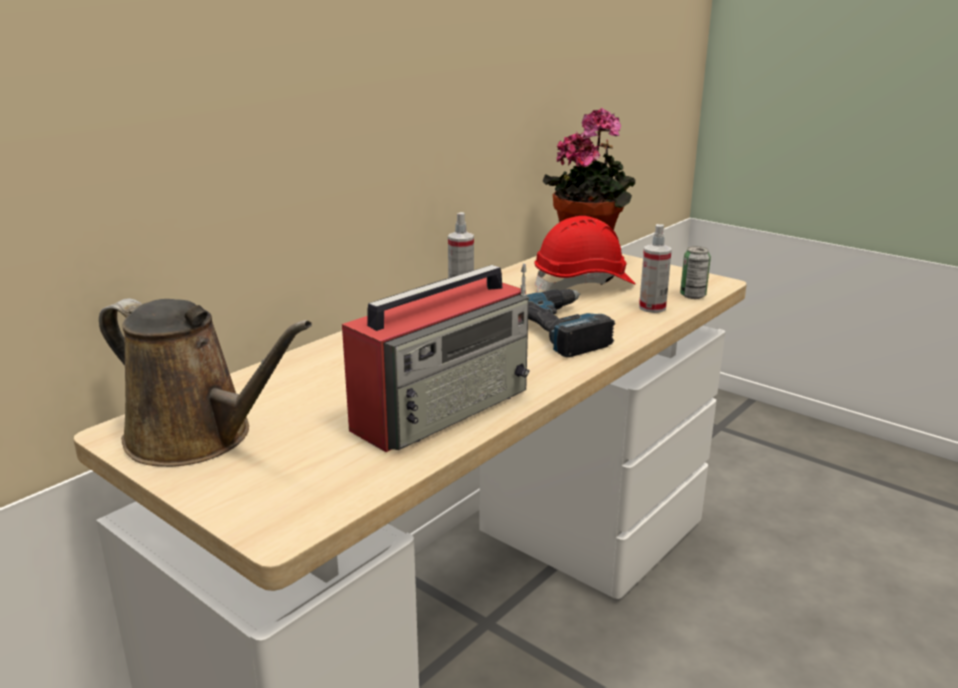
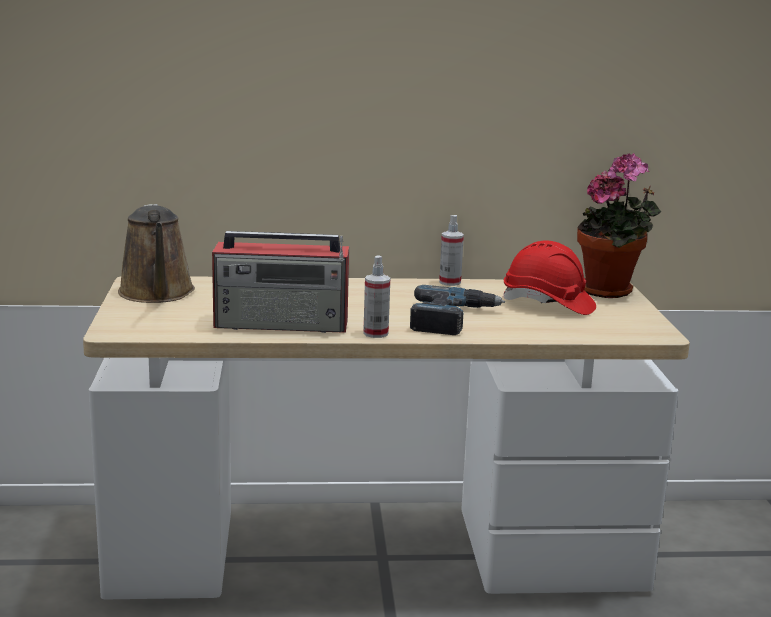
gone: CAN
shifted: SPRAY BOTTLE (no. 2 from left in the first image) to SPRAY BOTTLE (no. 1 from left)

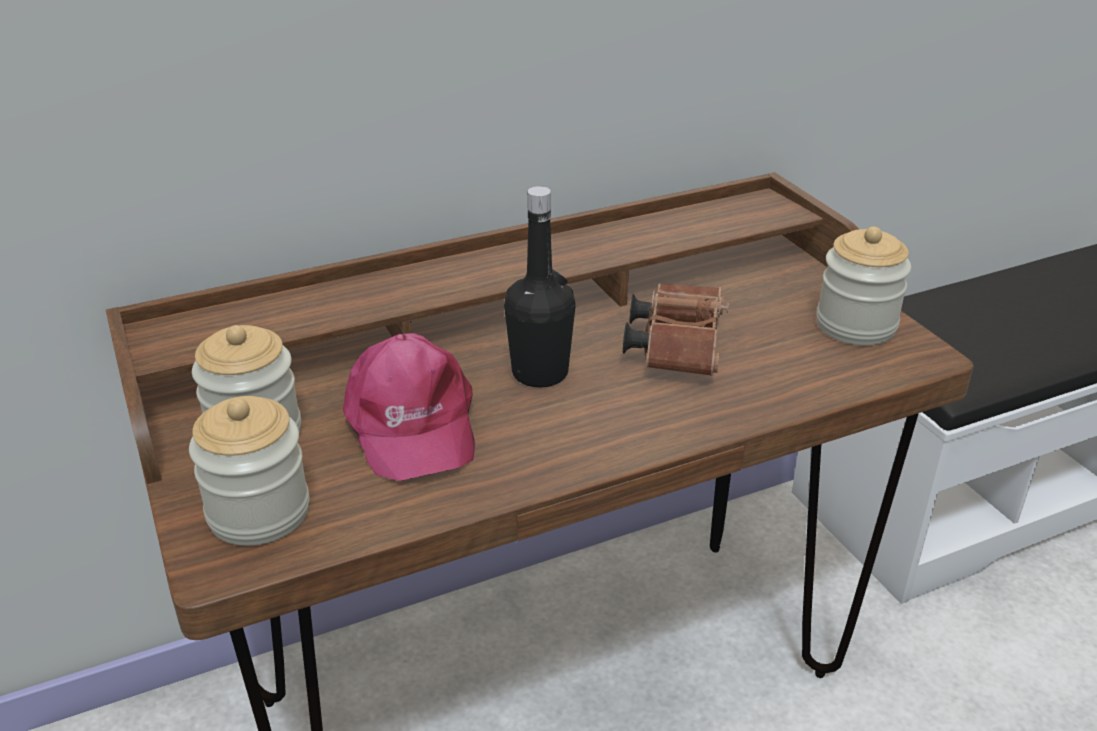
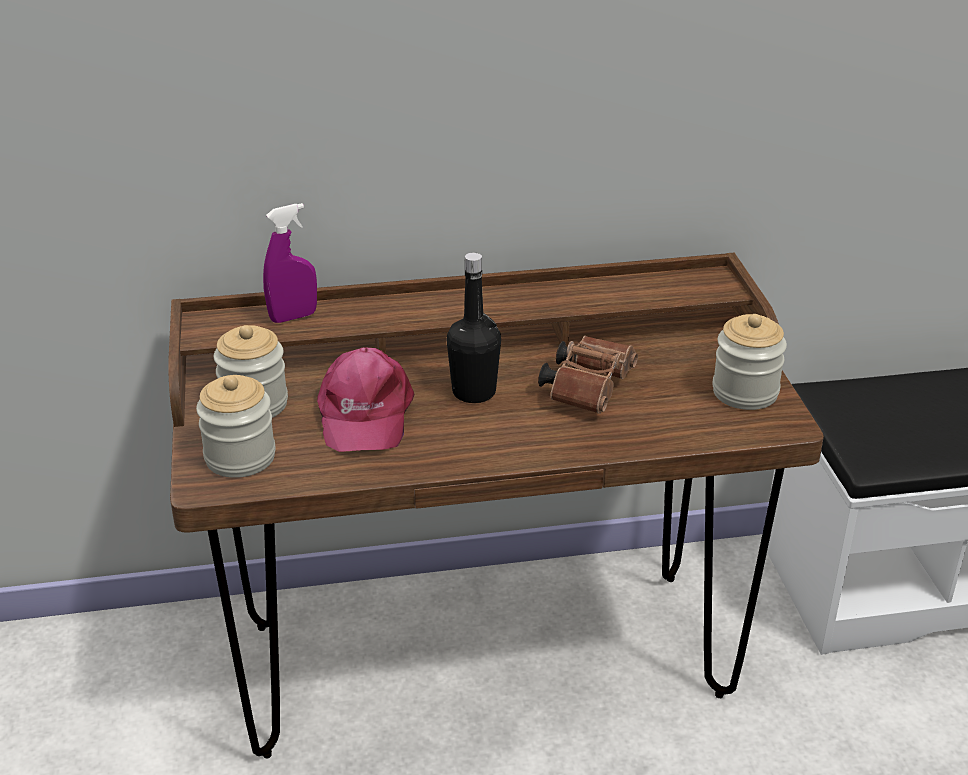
new: PURPLE SPRAY BOTTLE

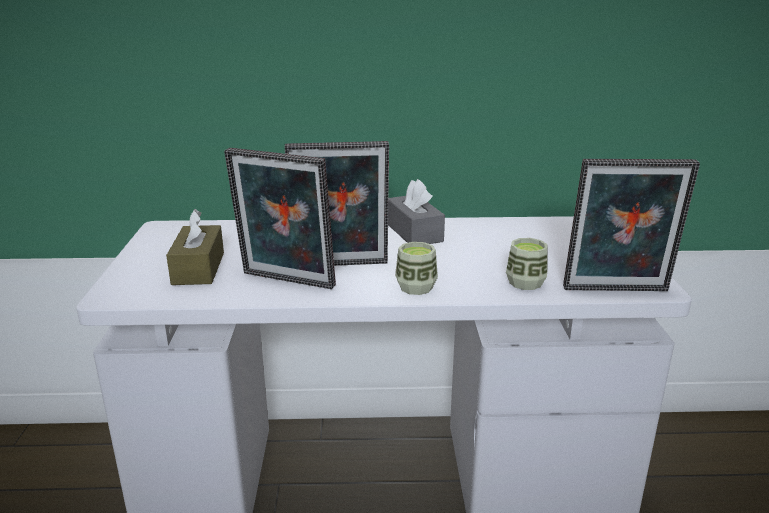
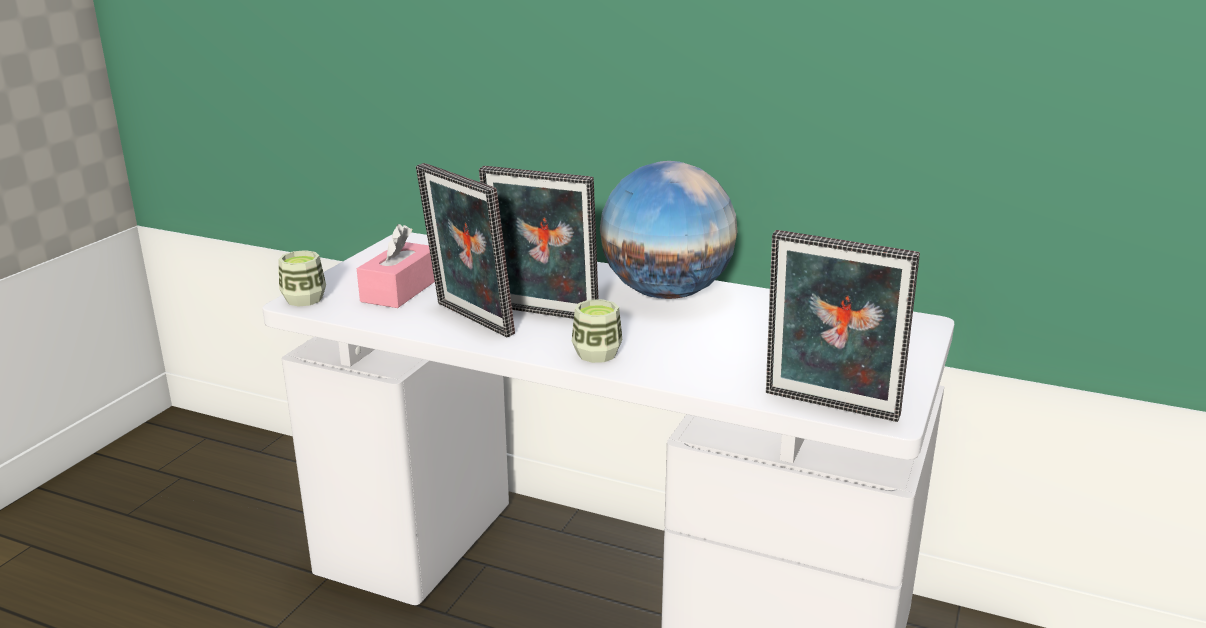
shifted: CUP (no. 2 from left in the first image) to CUP (no. 1 from left)
swapped: GREY TISSUE BOX to GLOBE
repainted: BROWN TISSUE BOX to PINK TISSUE BOX

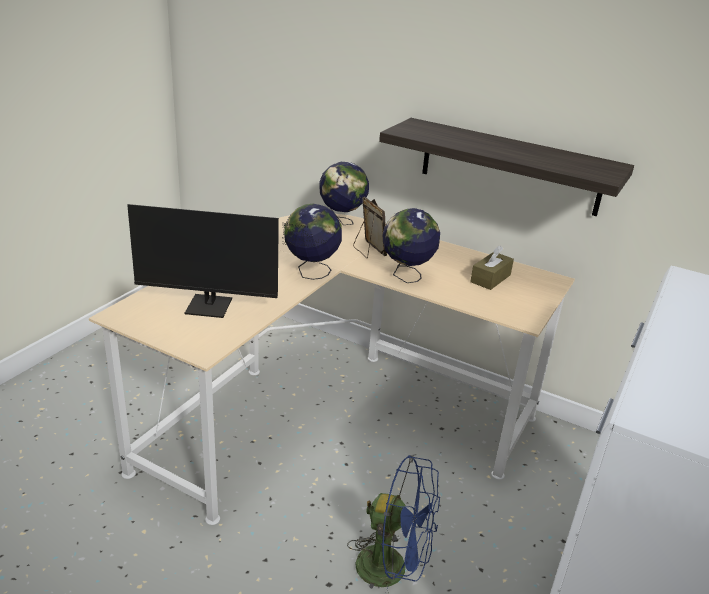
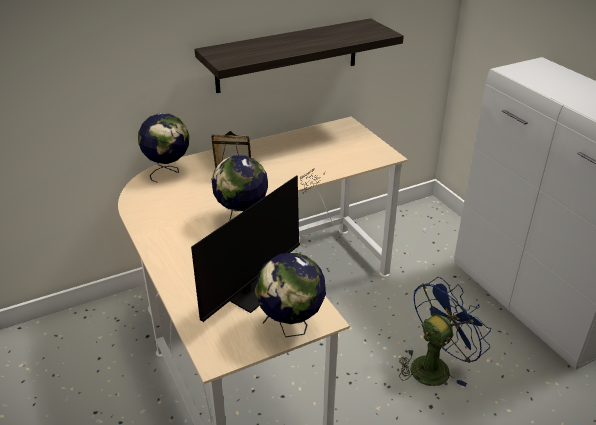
gone: BROWN TISSUE BOX
shifted: GLOBE (no. 3 from left)

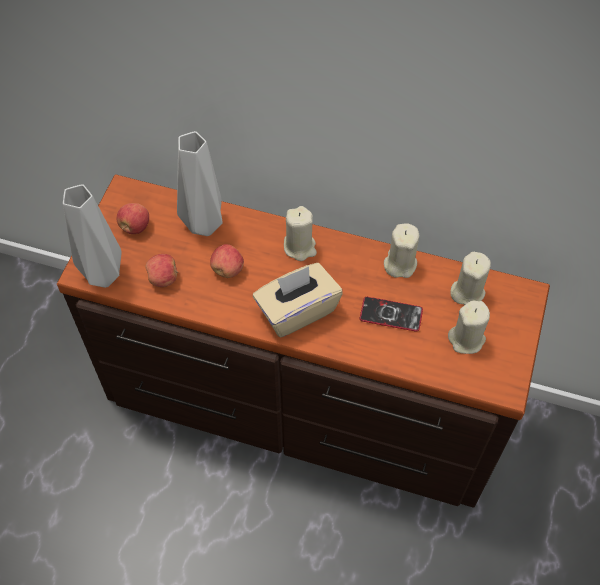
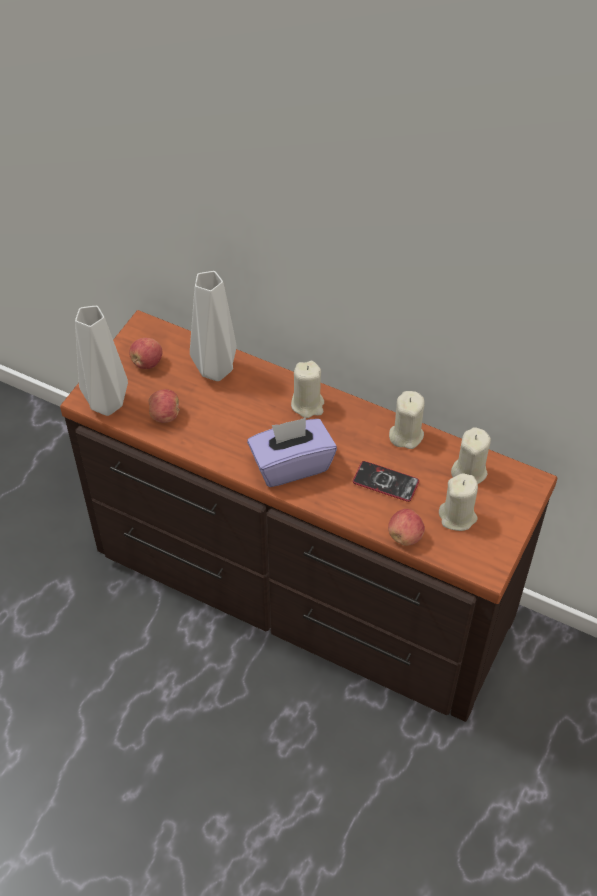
shifted: APPLE (no. 3 from left)
repainted: BEIGE TISSUE BOX to PURPLE TISSUE BOX

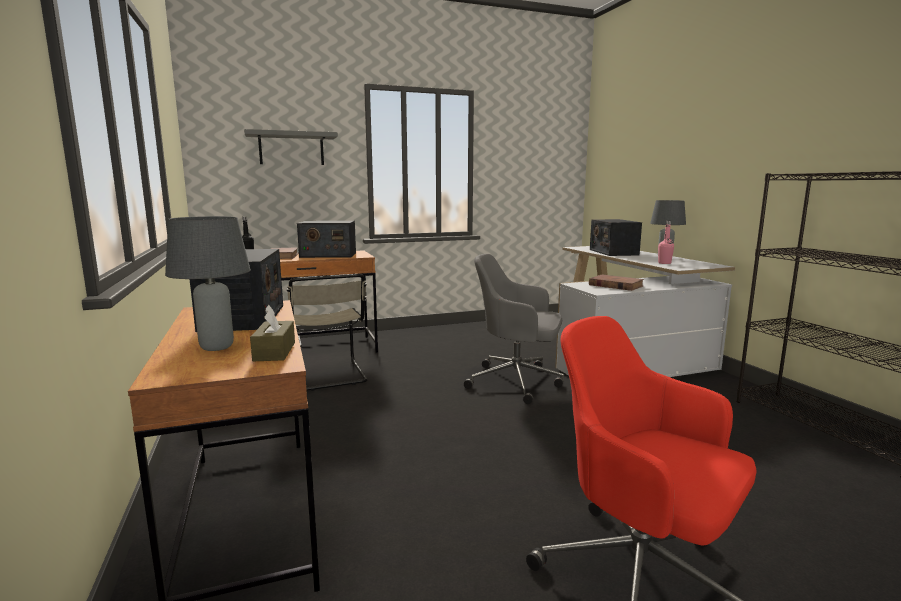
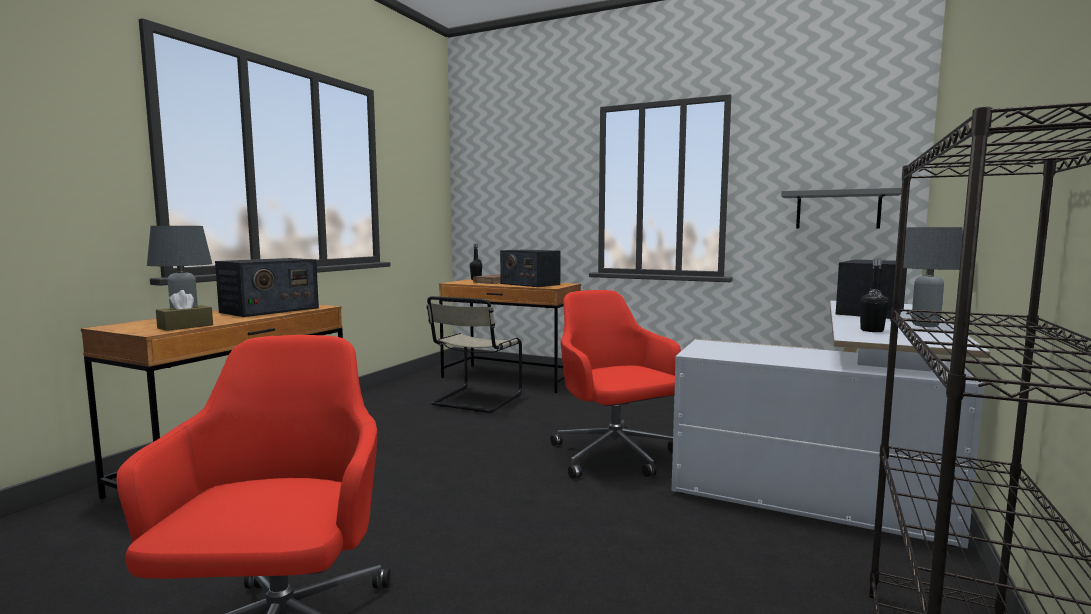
gone: BROWN BOOK (no. 2 from left)
shifted: GREY SHELF
repainted: PINK BOTTLE to BLACK BOTTLE (no. 2 from left); GREY OFFICE CHAIR to RED OFFICE CHAIR (no. 2 from left)

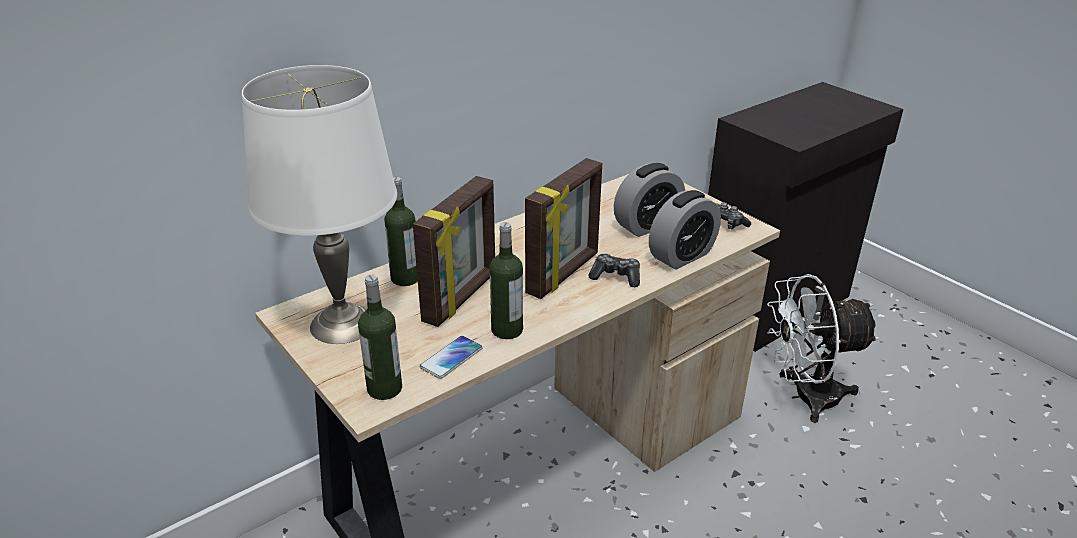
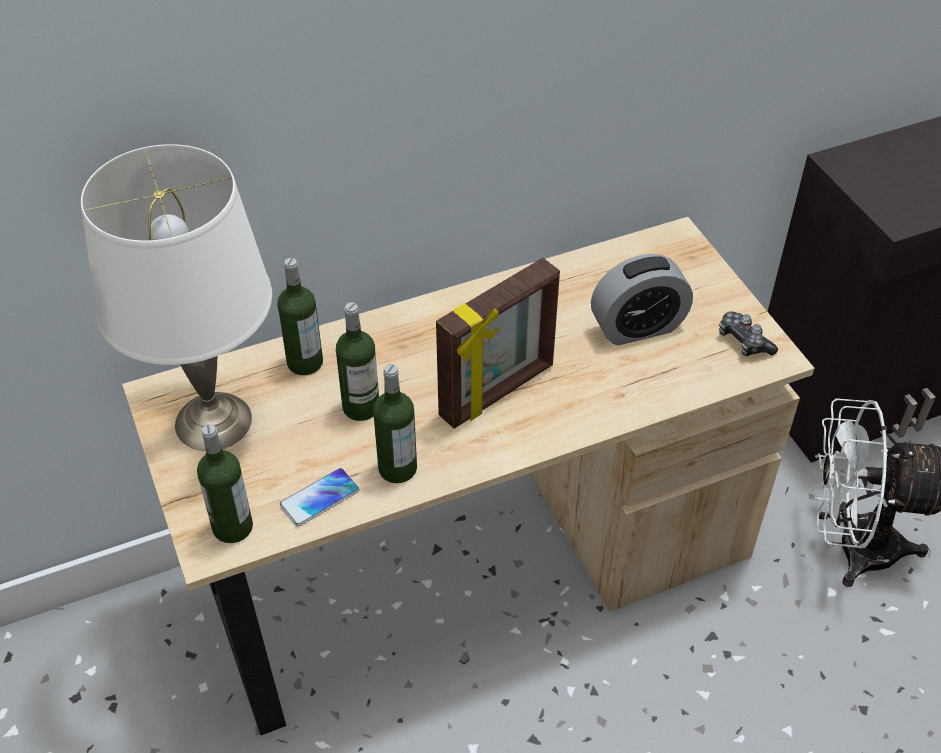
gone: ALARM CLOCK (no. 2 from left); GAME CONTROLLER (no. 1 from left)
swapped: PICTURE FRAME (no. 1 from left) to BOTTLE (no. 3 from left)

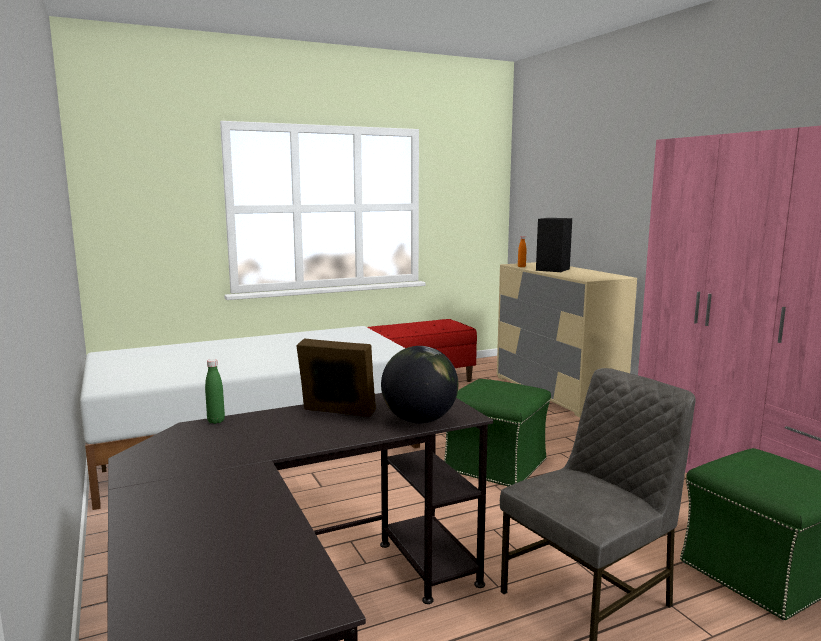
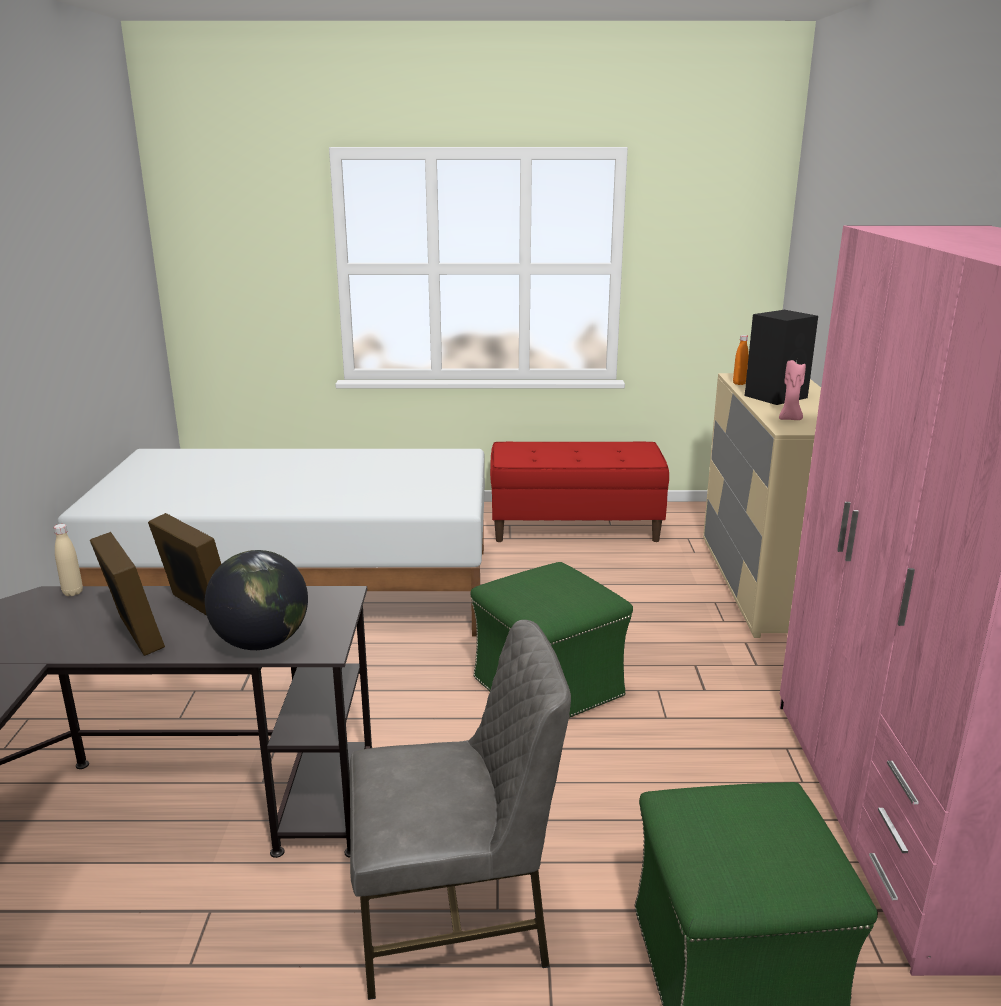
new: PINK CANDLE; PICTURE FRAME (no. 1 from left)
repainted: GREEN BOTTLE to BEIGE BOTTLE

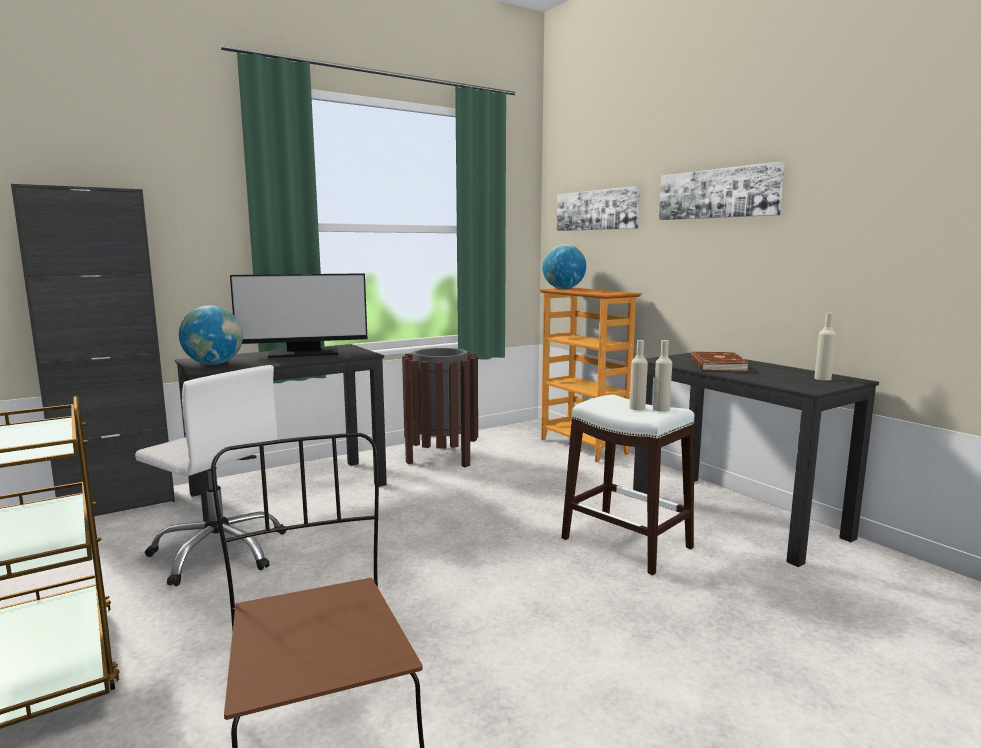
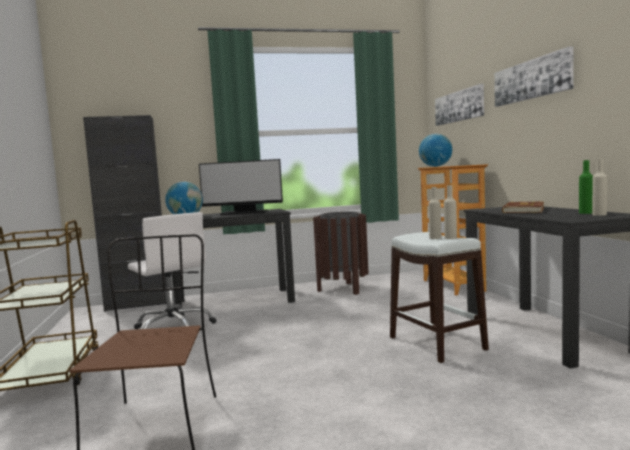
new: GREEN BOTTLE

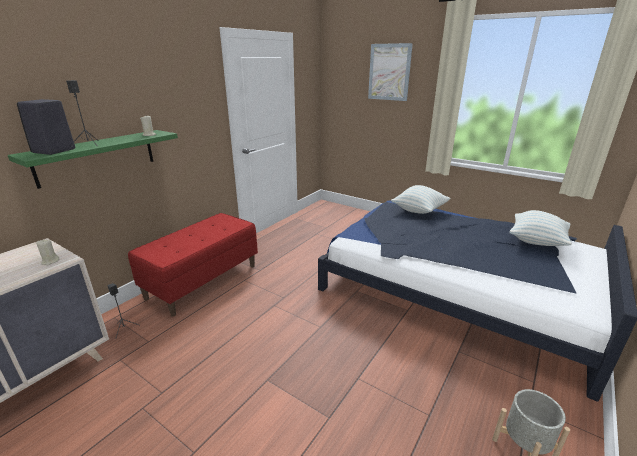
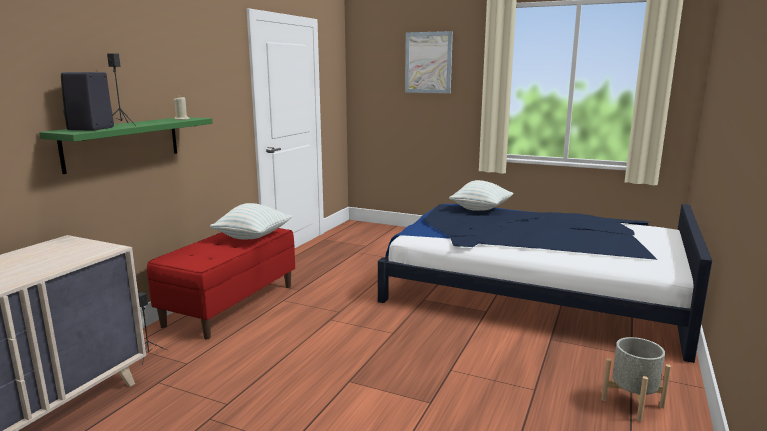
gone: BEIGE CANDLE (no. 1 from left)
shifted: PILLOW (no. 2 from left in the first image) to PILLOW (no. 1 from left)

